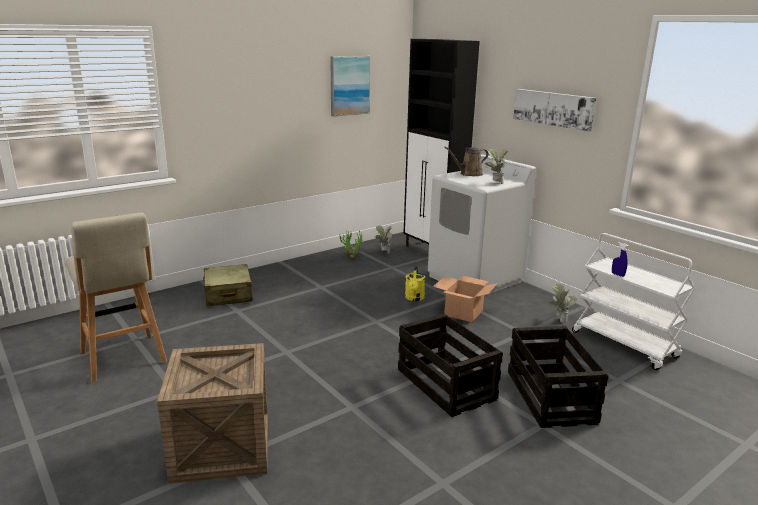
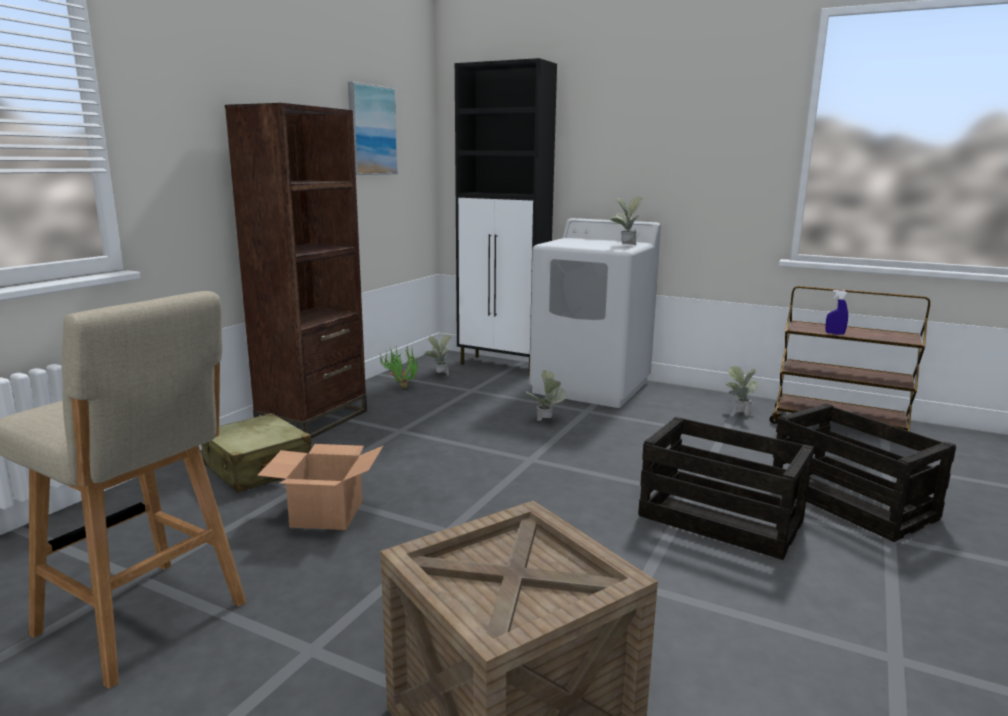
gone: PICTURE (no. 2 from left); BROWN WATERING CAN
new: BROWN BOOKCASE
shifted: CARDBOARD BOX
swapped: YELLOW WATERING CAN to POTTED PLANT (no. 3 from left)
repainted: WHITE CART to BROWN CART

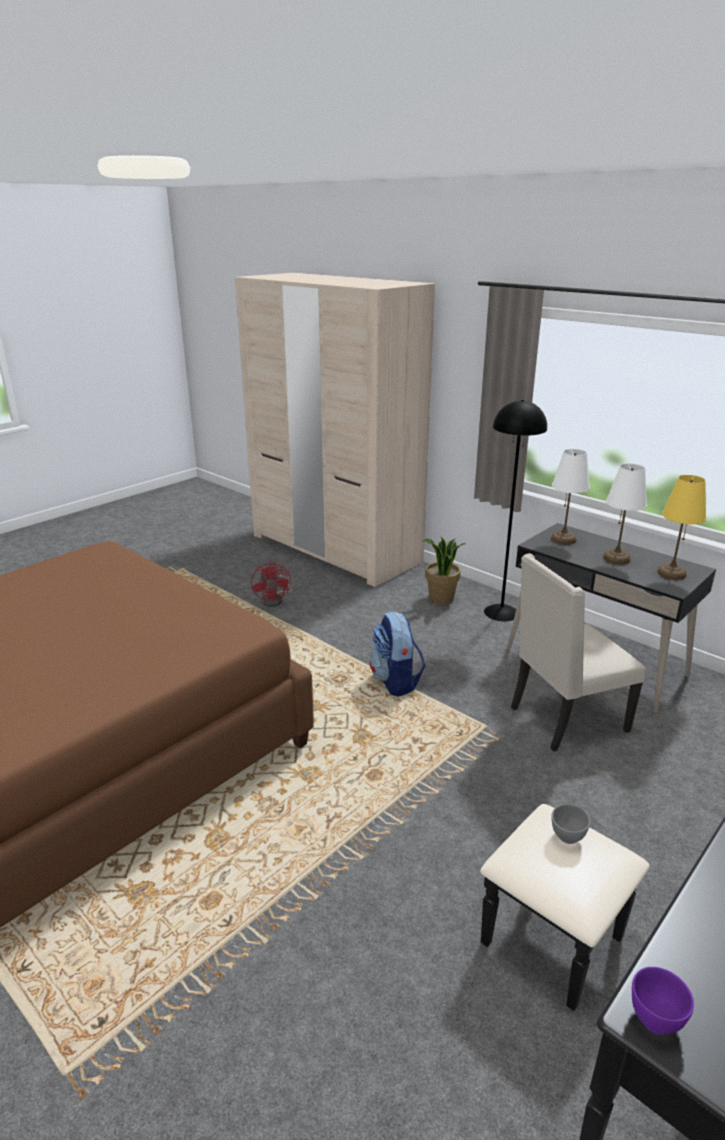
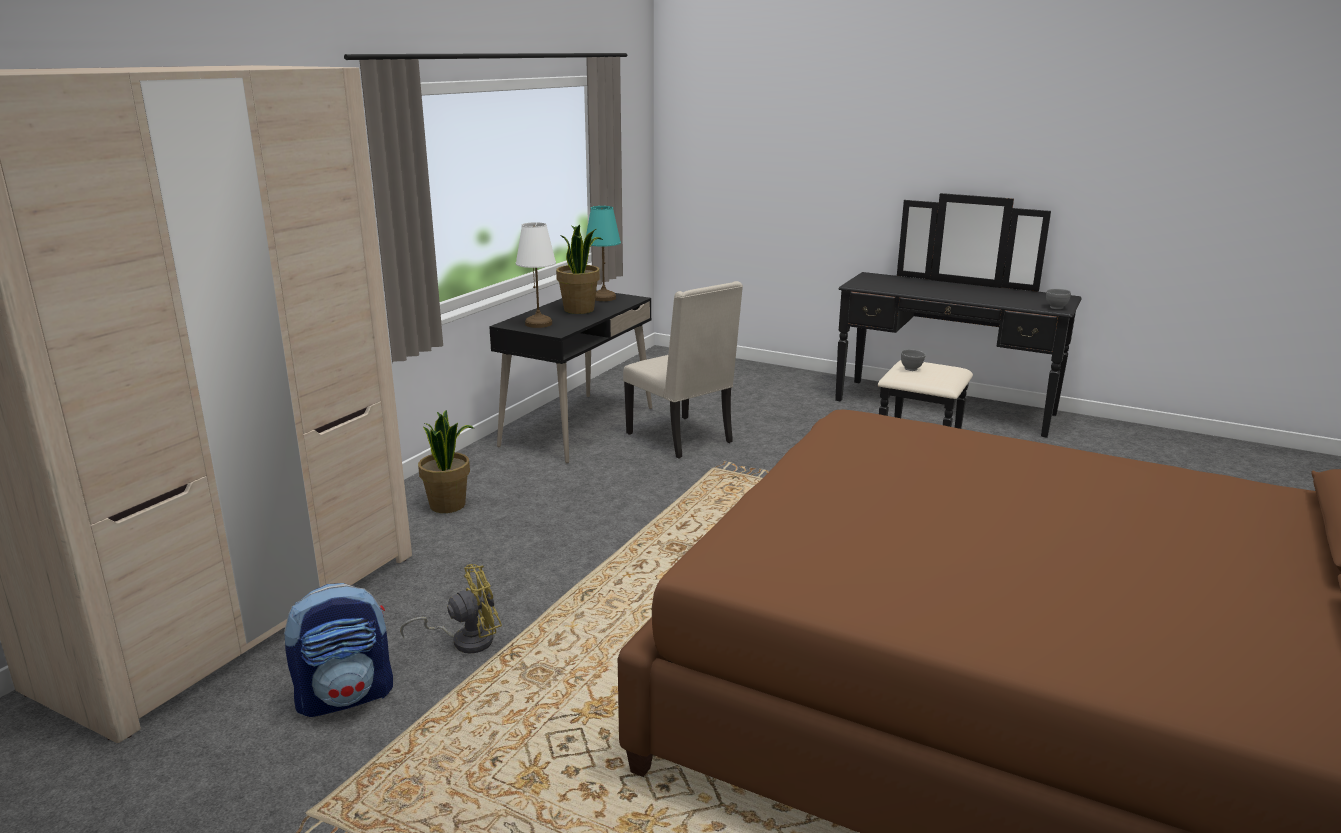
gone: BLACK FLOOR LAMP
shifted: BACKPACK
swapped: WHITE TABLE LAMP (no. 2 from left) to POTTED PLANT (no. 2 from left)
repainted: YELLOW TABLE LAMP to TURQUOISE TABLE LAMP; RED FAN to YELLOW FAN; PURPLE BOWL to GREY BOWL (no. 2 from left)

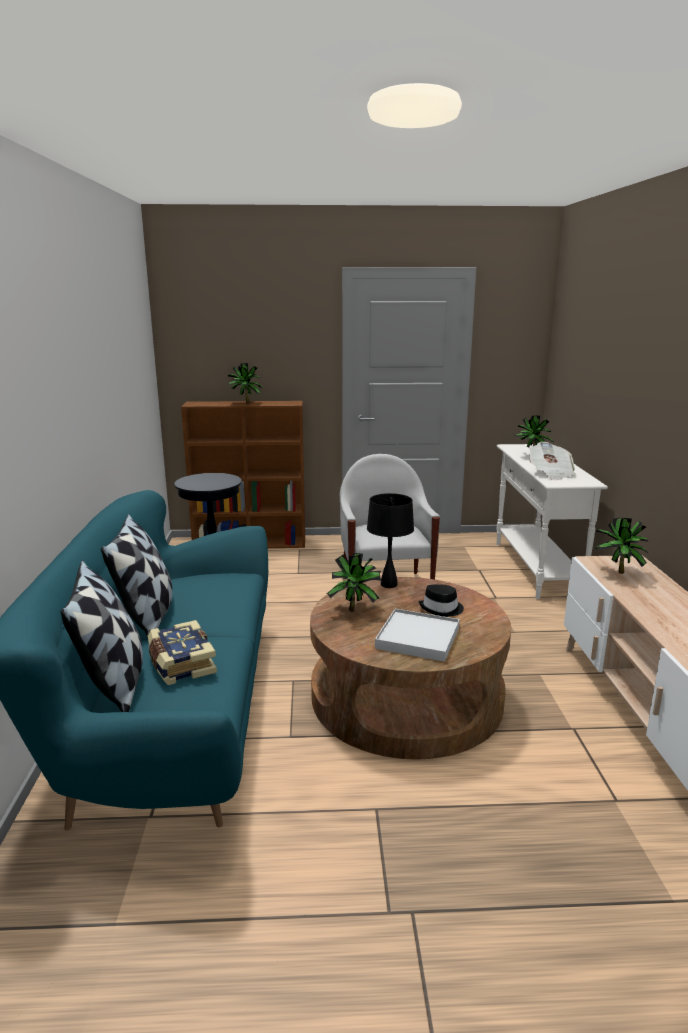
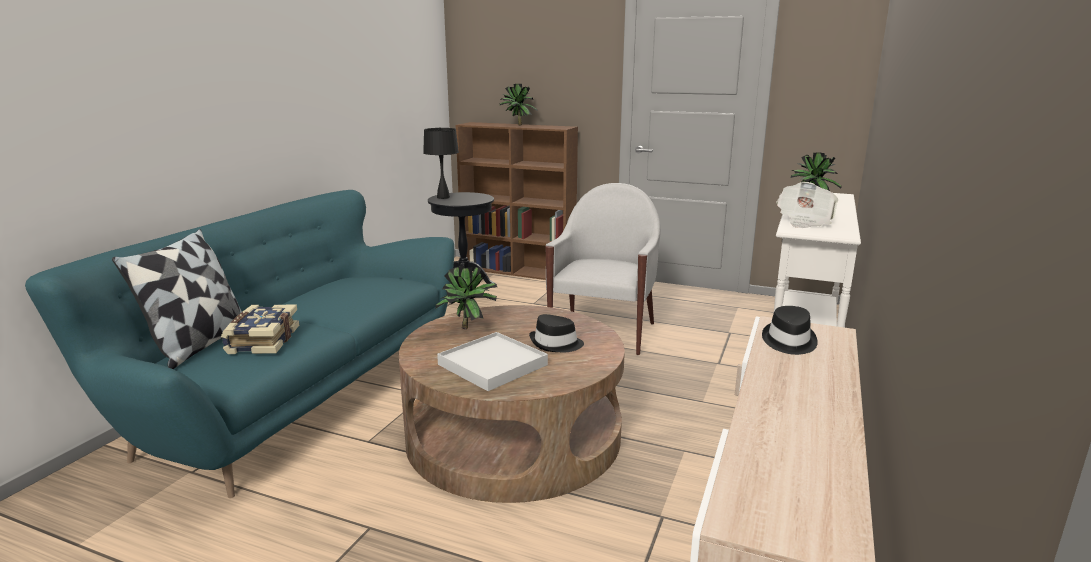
gone: PILLOW (no. 2 from left)
shifted: BLACK TABLE LAMP
swapped: POTTED PLANT (no. 4 from left) to BLACK HAT (no. 2 from left)

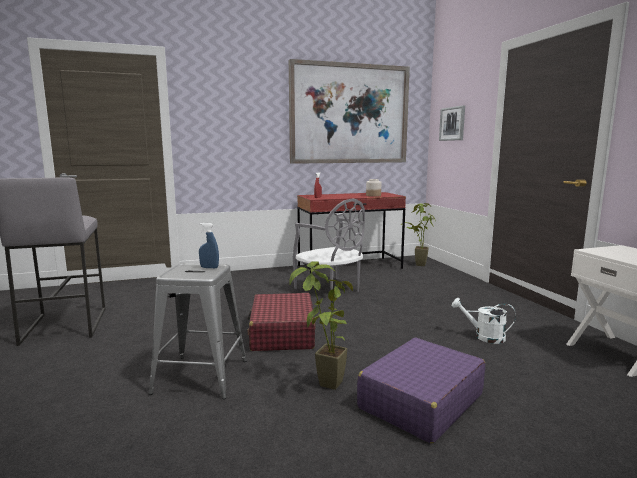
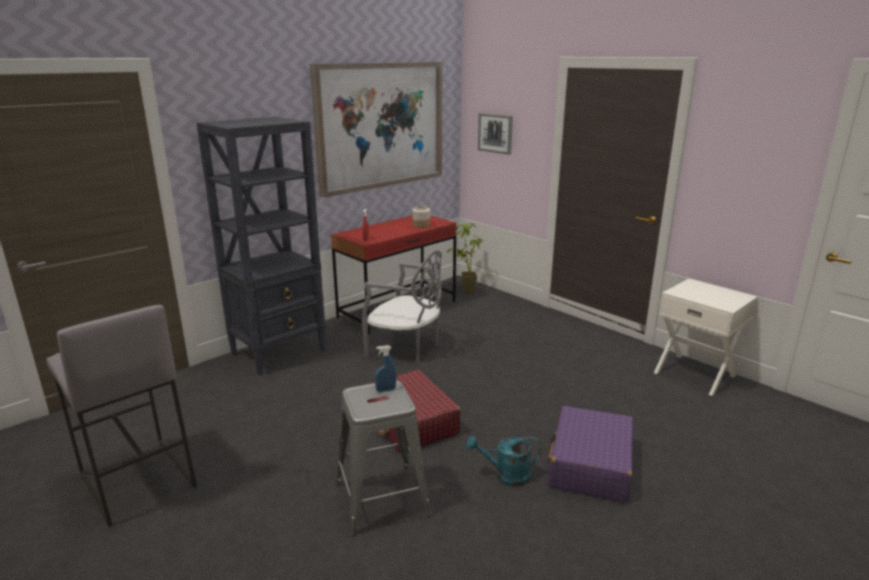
gone: WHITE WATERING CAN
new: BLACK BOOKCASE
swapped: POTTED PLANT (no. 1 from left) to TURQUOISE WATERING CAN

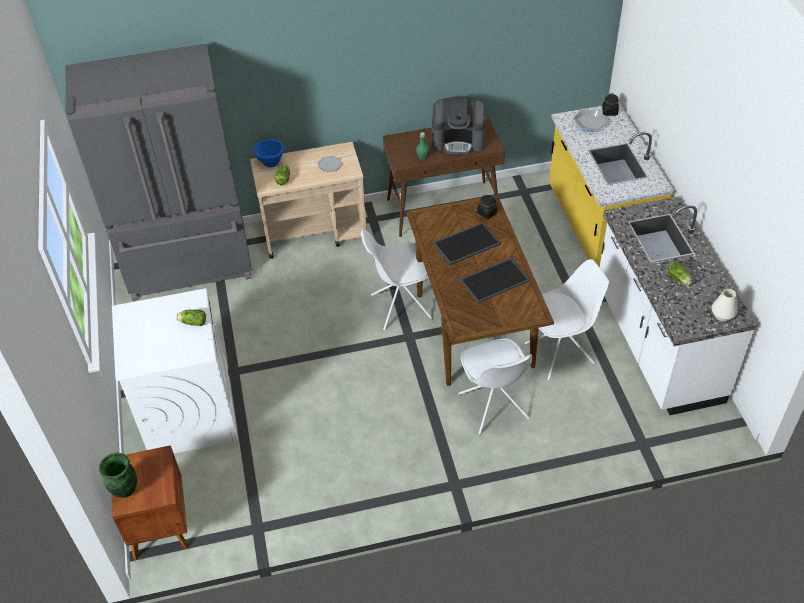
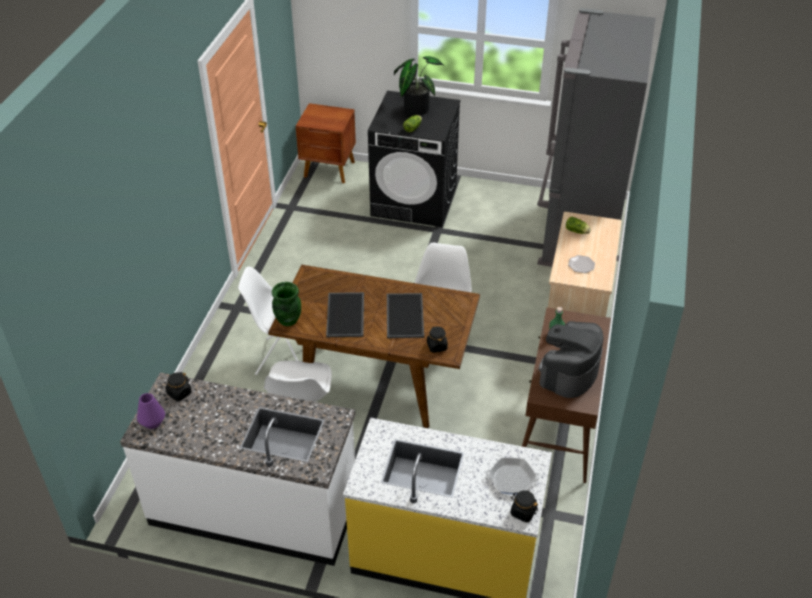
gone: BLUE BOWL; LETTUCE (no. 3 from left)
new: POTTED PLANT; BLACK JAR (no. 1 from left)
shifted: GREEN VASE
repainted: WHITE WASHING MACHINE to BLACK WASHING MACHINE; WHITE VASE to PURPLE VASE

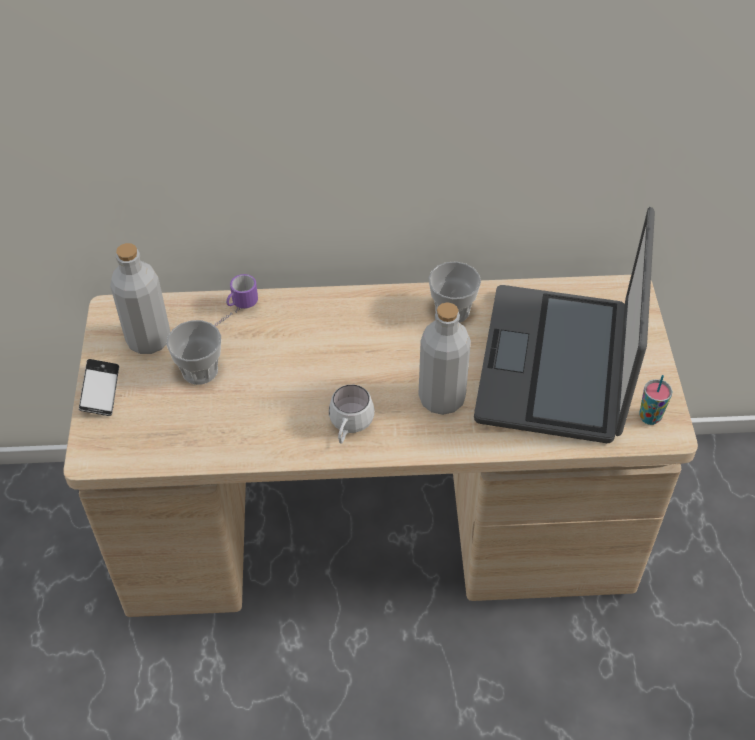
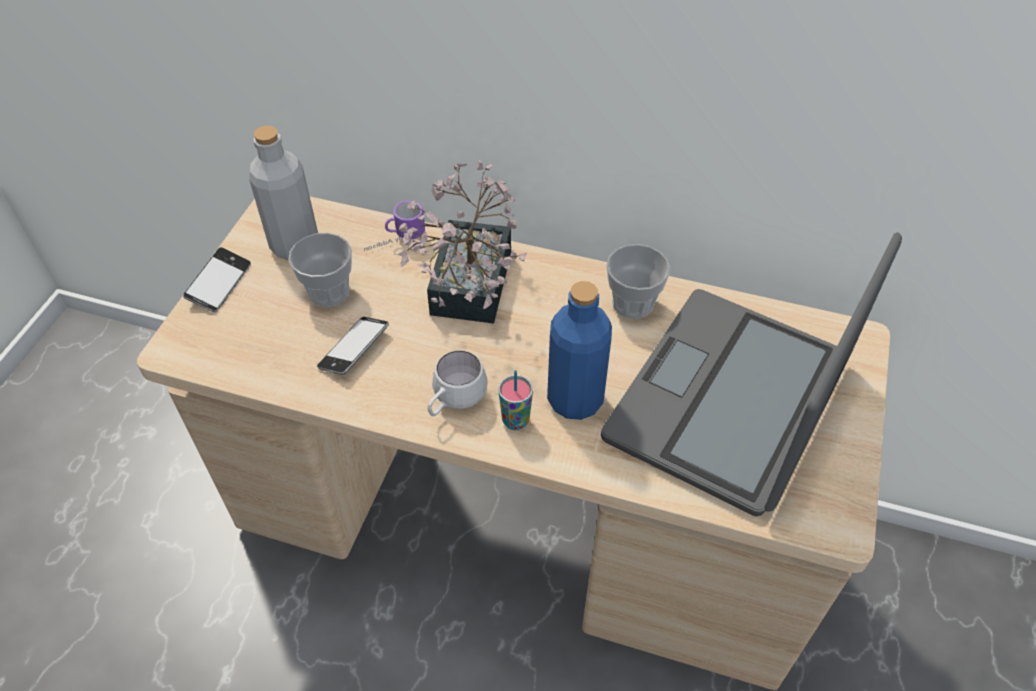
new: POTTED PLANT; PHONE (no. 2 from left)
shifted: CUP (no. 3 from left in the first image) to CUP (no. 2 from left)
repainted: GREY BOTTLE (no. 2 from left) to BLUE BOTTLE

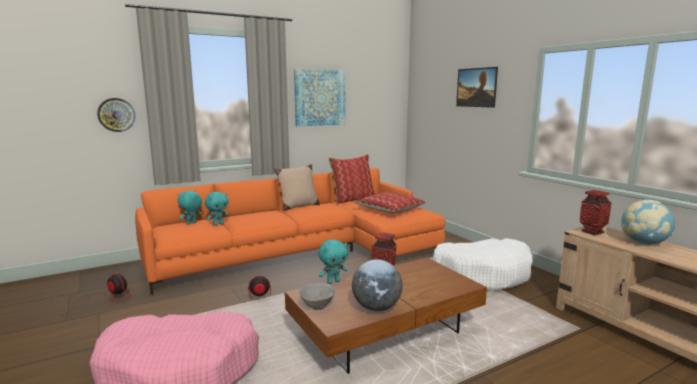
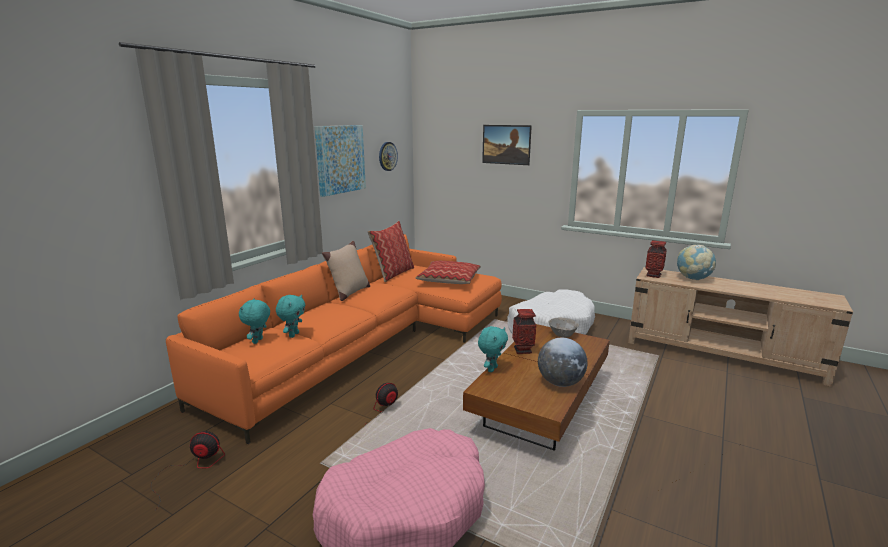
shifted: WALL CLOCK; GREY BOWL

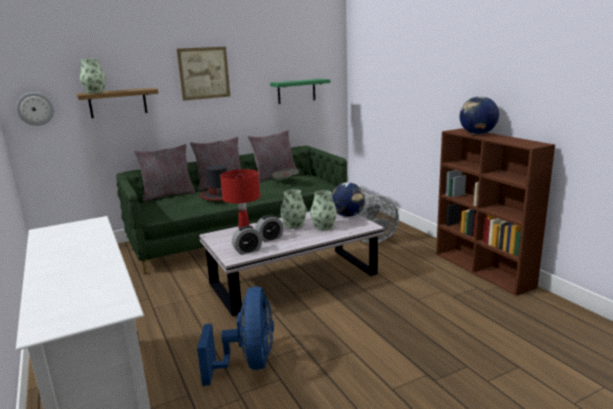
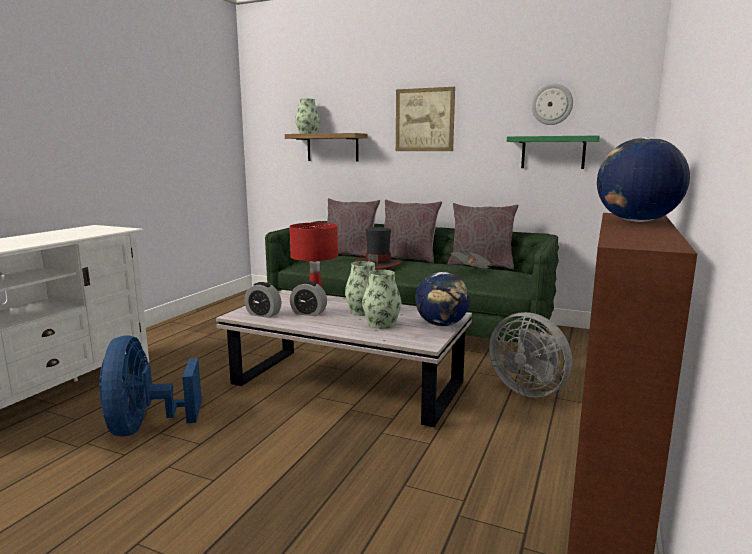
shifted: WALL CLOCK
rotated: BLUE FAN 120 degrees clockwise

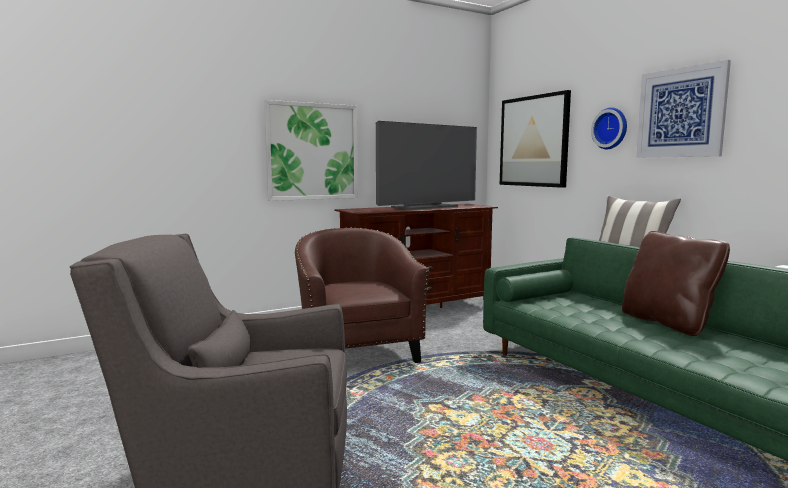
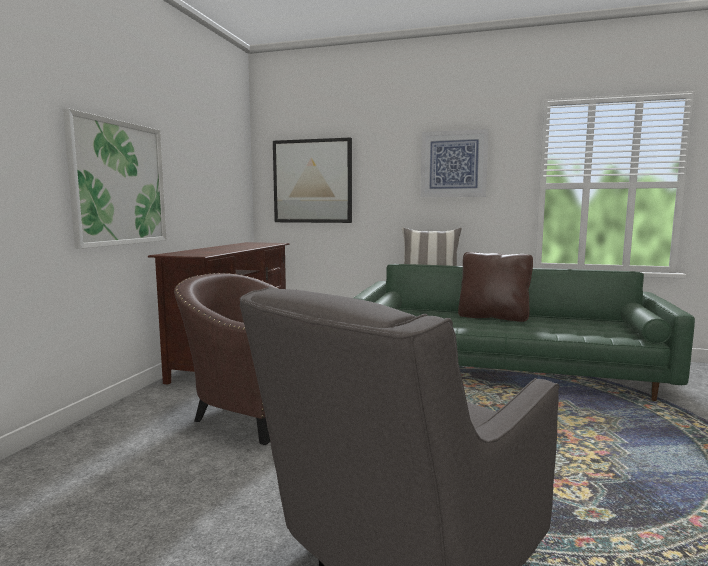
gone: WALL CLOCK; TELEVISION

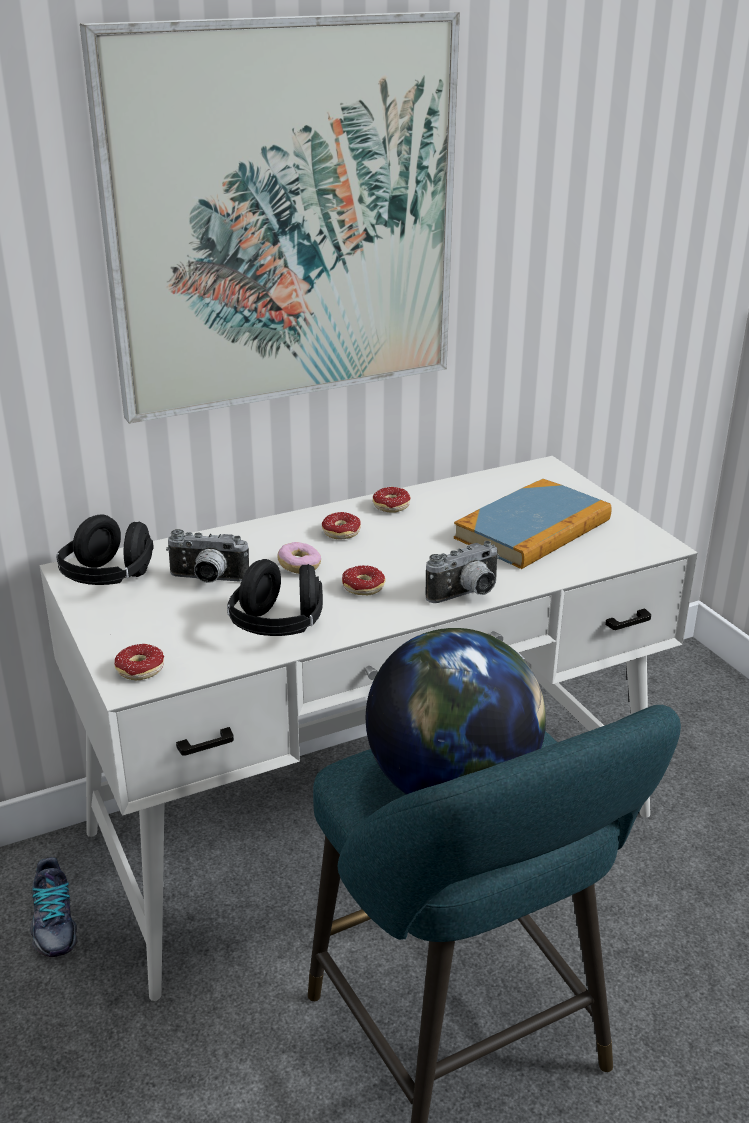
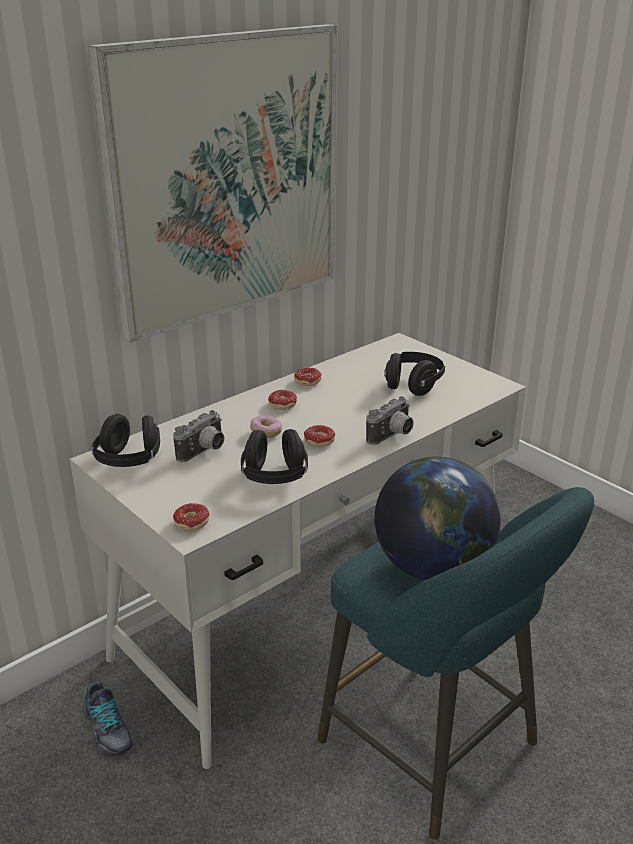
swapped: BOOK to BLACK HEADPHONES (no. 3 from left)
rotated: PHOTO CAMERA (no. 1 from left) 45 degrees counterclockwise

